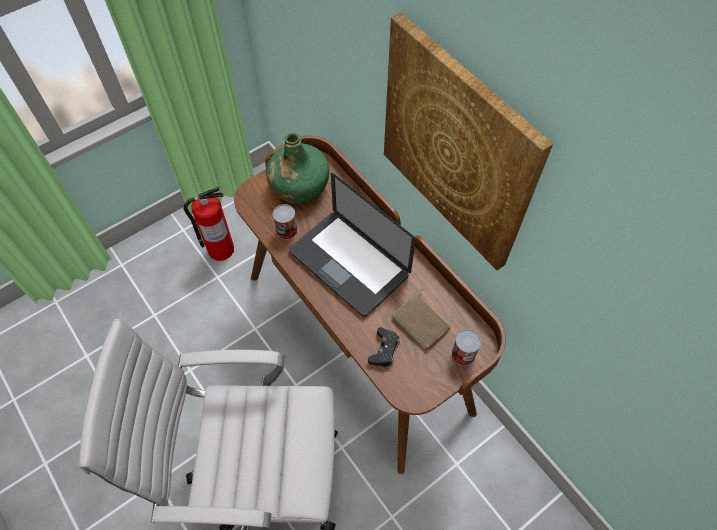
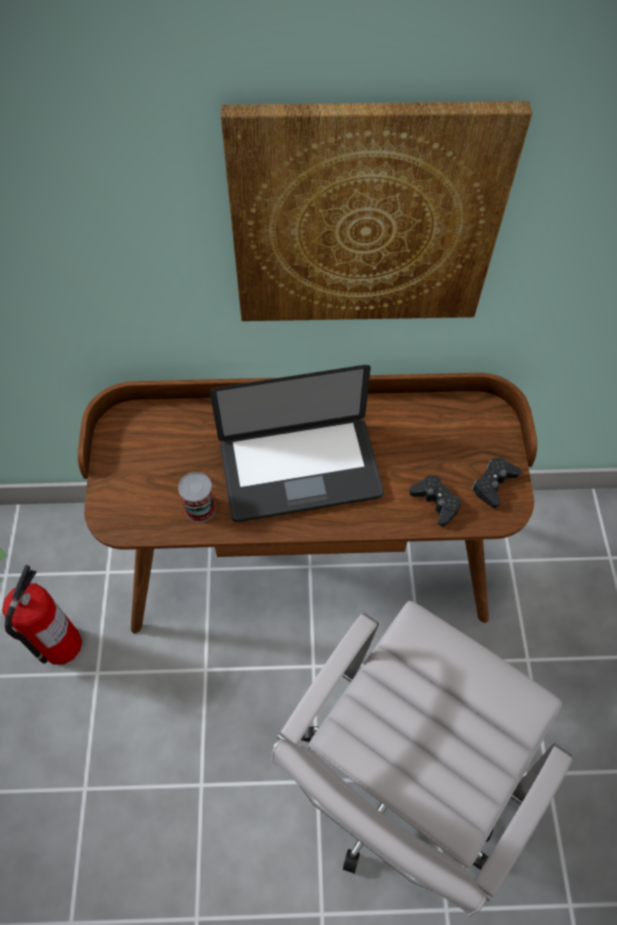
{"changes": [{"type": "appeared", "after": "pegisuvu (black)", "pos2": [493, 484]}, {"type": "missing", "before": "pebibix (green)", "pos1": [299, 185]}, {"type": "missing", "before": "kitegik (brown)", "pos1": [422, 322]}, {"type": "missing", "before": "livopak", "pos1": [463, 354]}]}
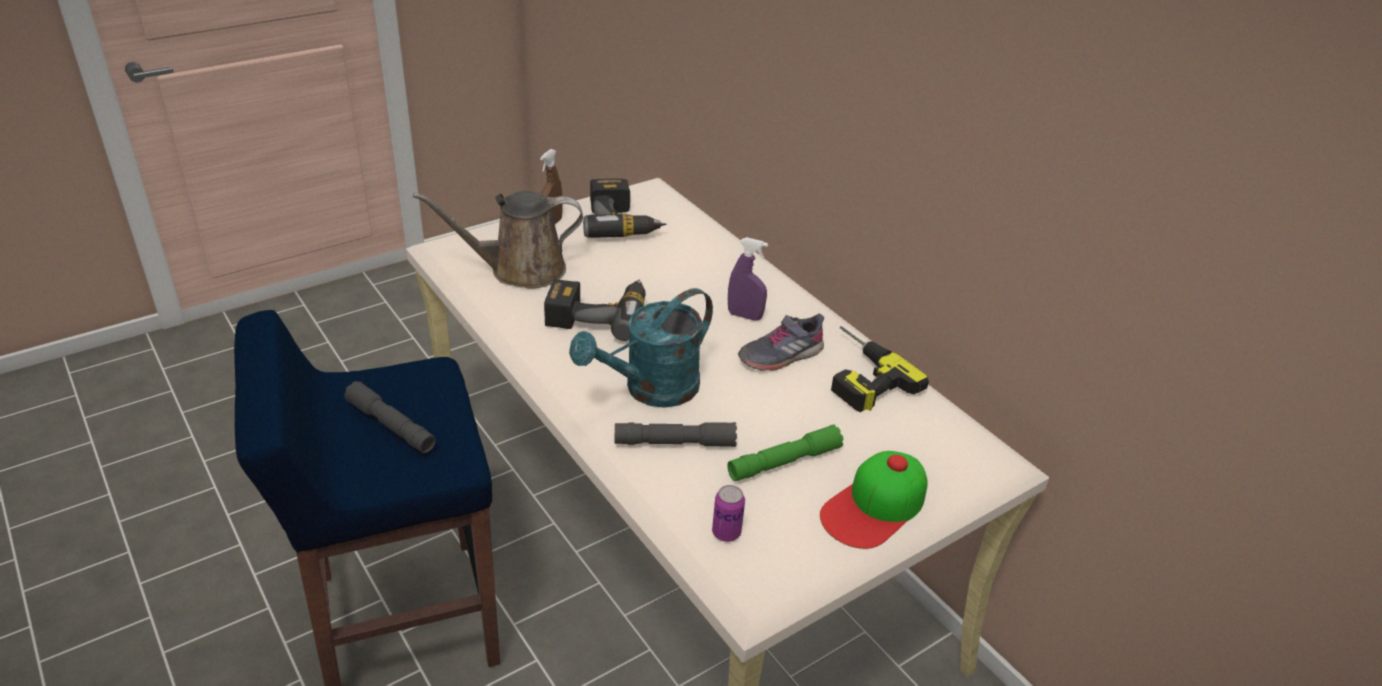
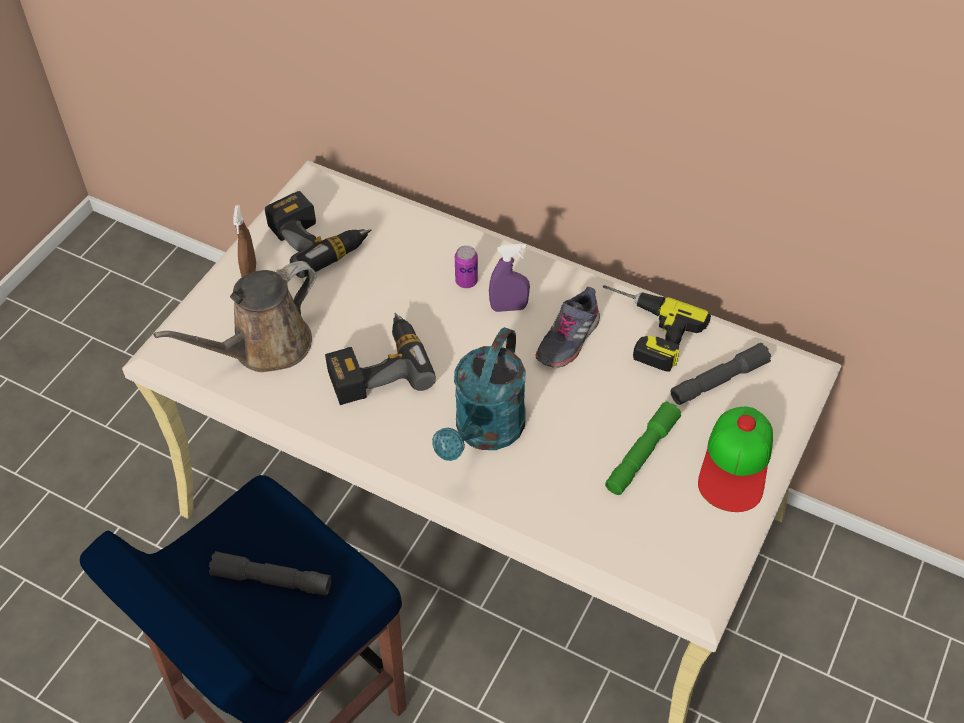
{"changes": [{"type": "relocated", "before": "livopak", "pos1": [726, 532], "pos2": [466, 281]}, {"type": "relocated", "before": "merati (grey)", "pos1": [674, 443], "pos2": [718, 380]}]}
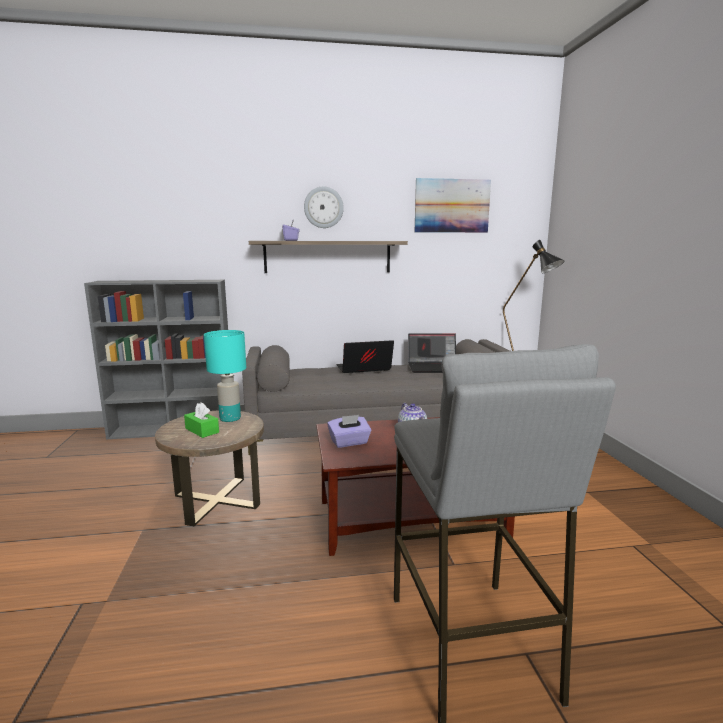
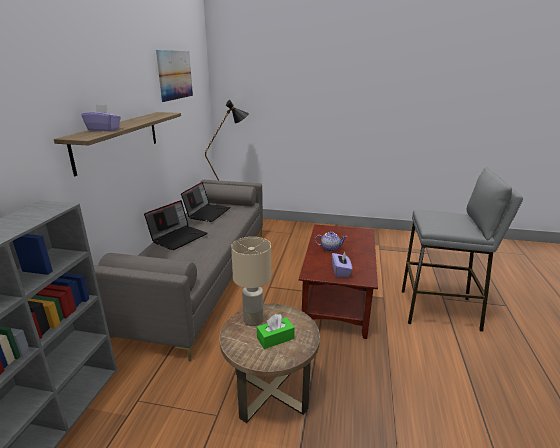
{"changes": [{"type": "spun", "before": "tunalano", "pos1": [363, 369], "pos2": [178, 237], "turn": -150}, {"type": "colour", "before": "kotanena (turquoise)", "after": "kotanena (beige)", "pos1": [230, 418], "pos2": [252, 320]}, {"type": "missing", "before": "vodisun", "pos1": [323, 207]}]}
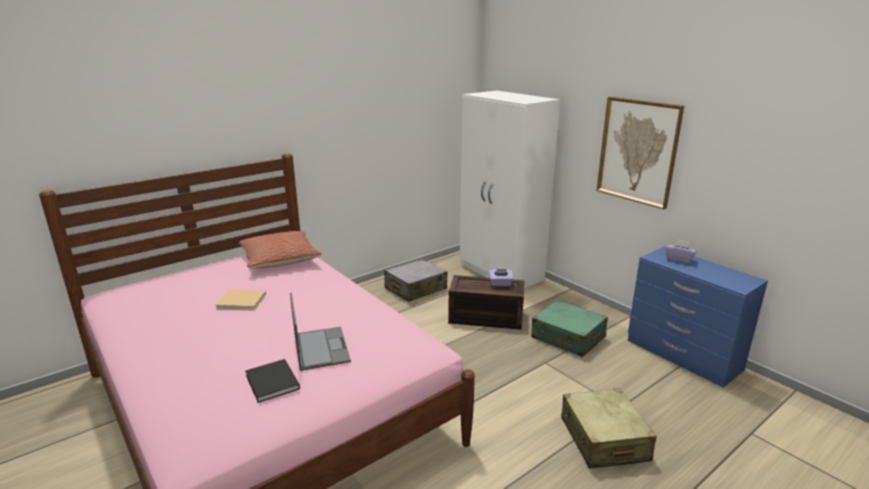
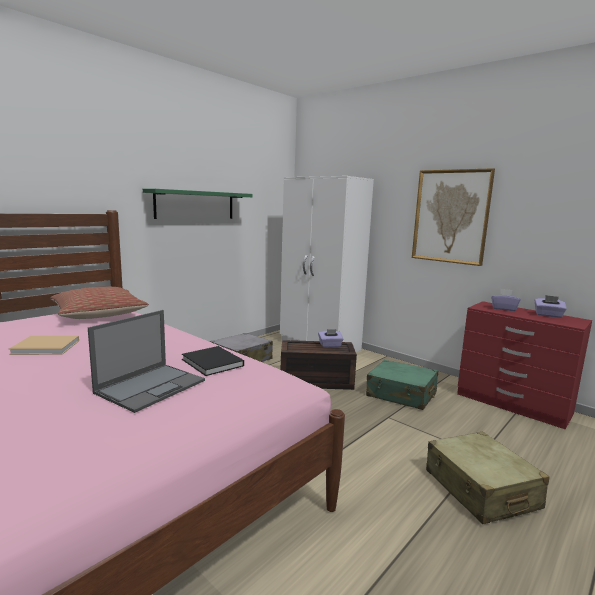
{"changes": [{"type": "spun", "before": "tunalano", "pos1": [321, 348], "pos2": [151, 386], "turn": 60}, {"type": "appeared", "after": "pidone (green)", "pos2": [195, 205]}, {"type": "relocated", "before": "kitegik (black)", "pos1": [273, 383], "pos2": [213, 363]}, {"type": "colour", "before": "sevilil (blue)", "after": "sevilil (red)", "pos1": [683, 355], "pos2": [513, 404]}, {"type": "appeared", "after": "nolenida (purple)", "pos2": [548, 315]}]}
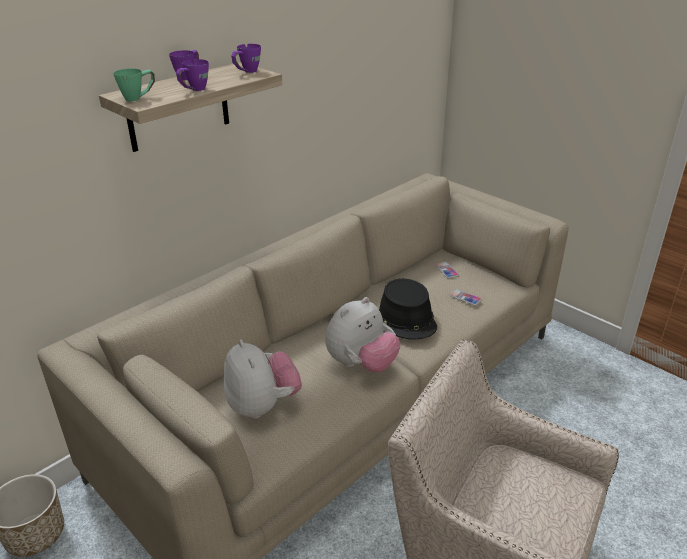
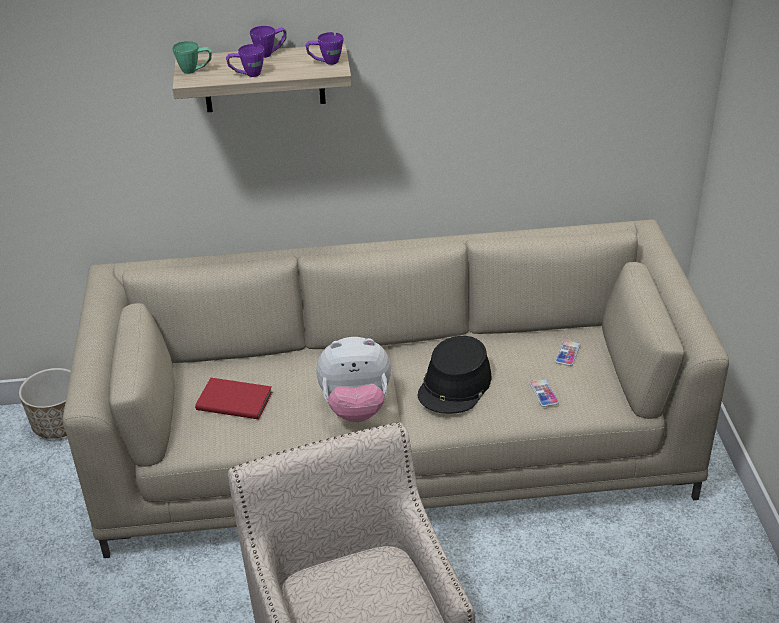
{"changes": [{"type": "exchanged", "before": "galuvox", "after": "kitegik (red)", "pos1": [263, 405], "pos2": [234, 400]}]}
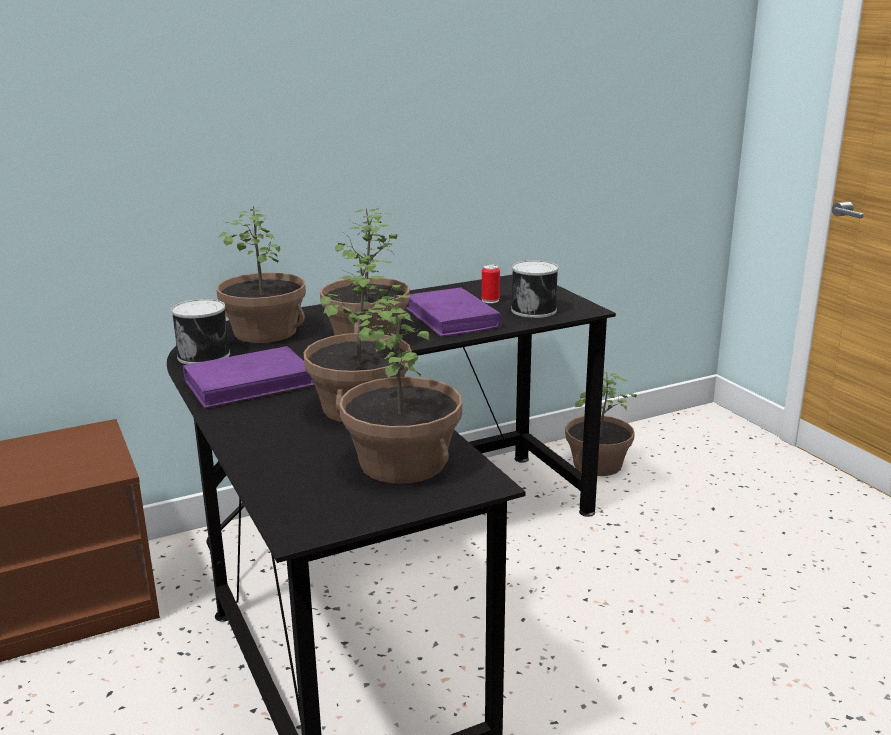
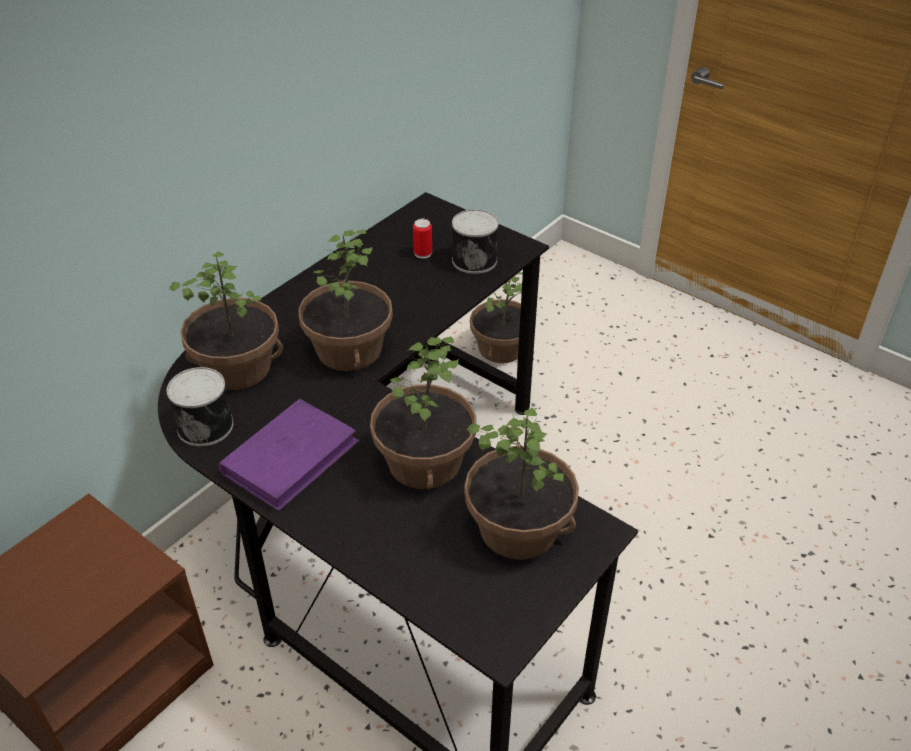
{"changes": [{"type": "missing", "before": "kitegik (purple)", "pos1": [452, 318]}]}
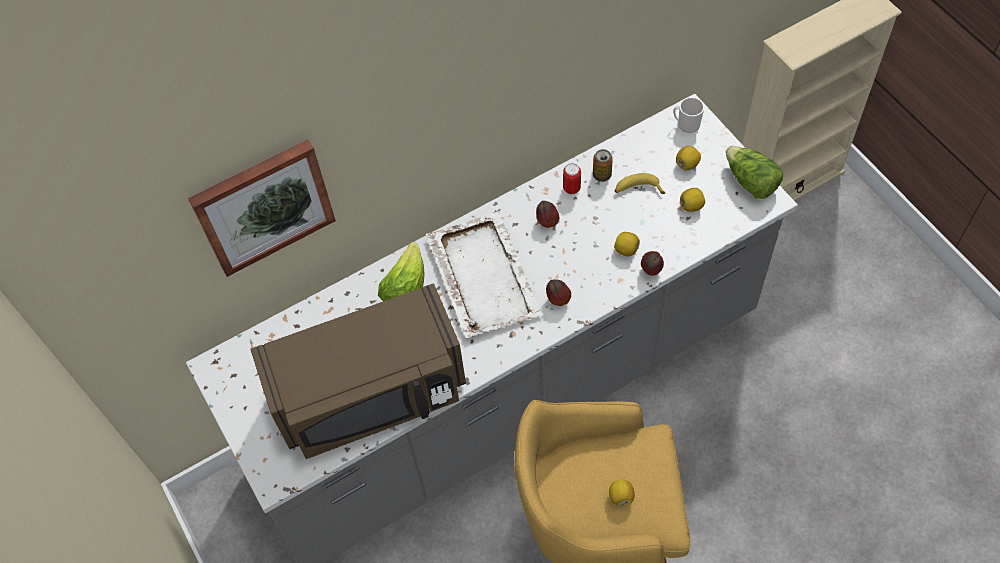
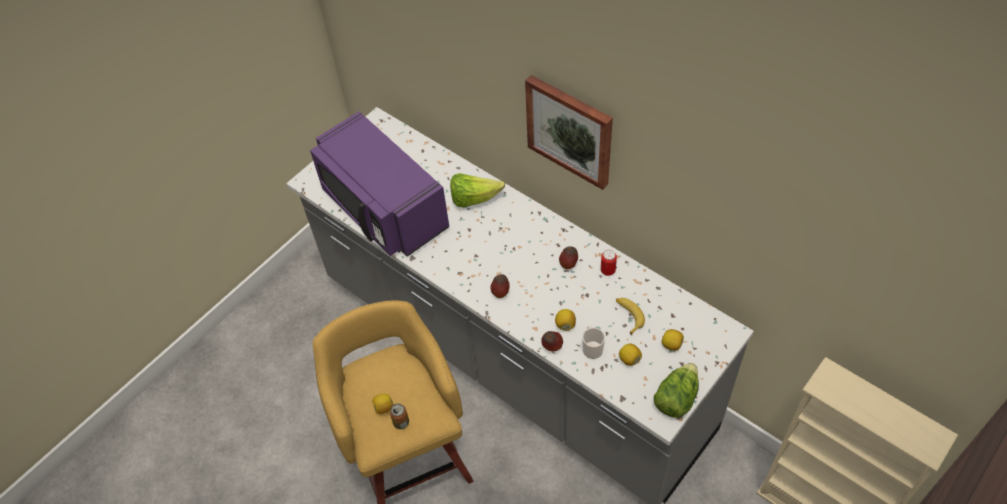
{"changes": [{"type": "colour", "before": "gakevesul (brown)", "after": "gakevesul (purple)", "pos1": [371, 396], "pos2": [383, 209]}, {"type": "relocated", "before": "livopak", "pos1": [602, 175], "pos2": [401, 422]}, {"type": "relocated", "before": "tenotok", "pos1": [263, 206], "pos2": [570, 130]}, {"type": "relocated", "before": "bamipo", "pos1": [686, 124], "pos2": [592, 348]}, {"type": "missing", "before": "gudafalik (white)", "pos1": [483, 275]}]}
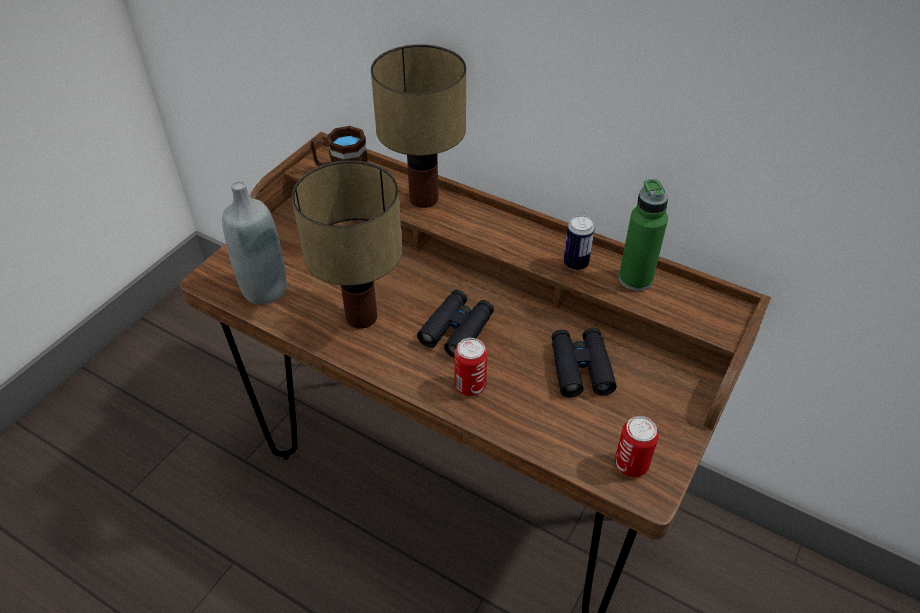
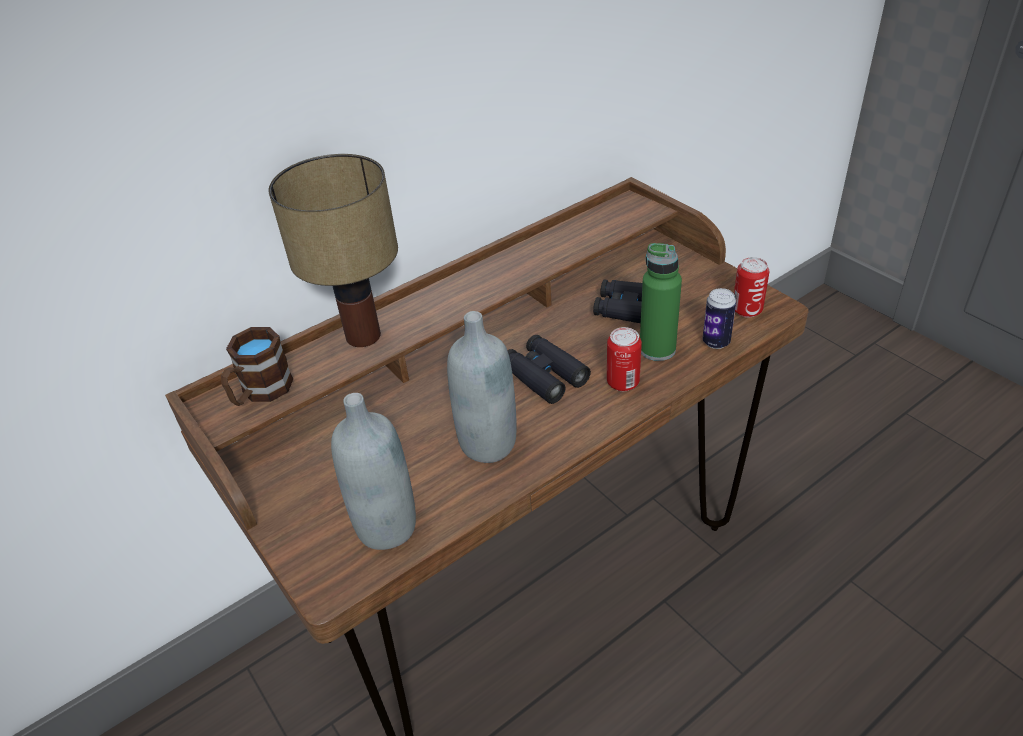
{"changes": [{"type": "exchanged", "before": "kotanena", "after": "pebibix (grey)", "pos1": [362, 318], "pos2": [488, 444]}, {"type": "relocated", "before": "pebibix (green)", "pos1": [635, 279], "pos2": [657, 349]}, {"type": "relocated", "before": "livopak", "pos1": [575, 264], "pos2": [716, 342]}]}
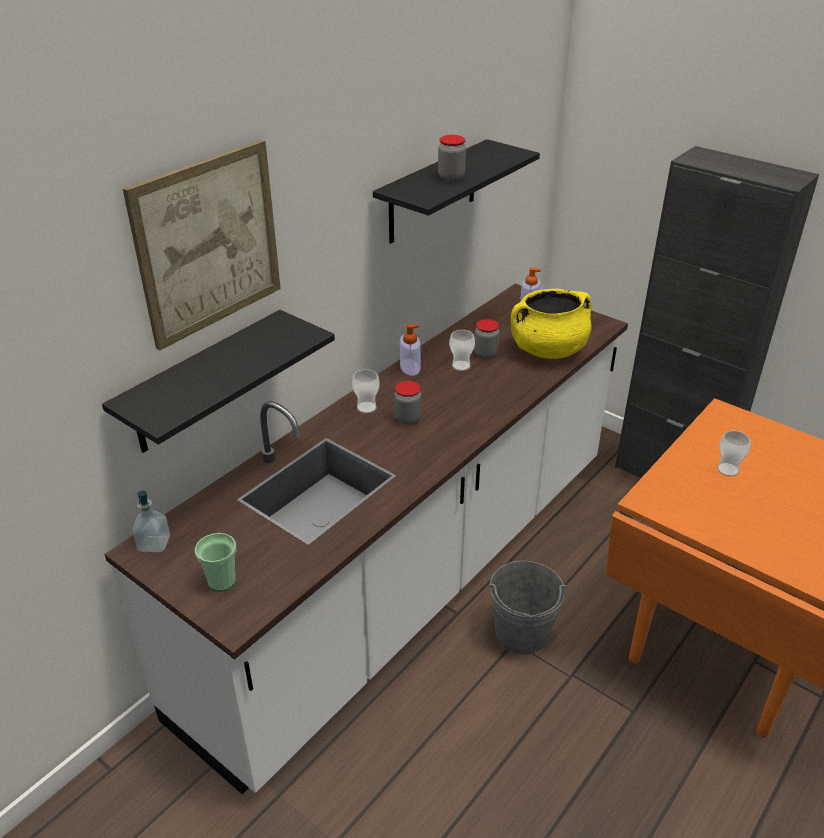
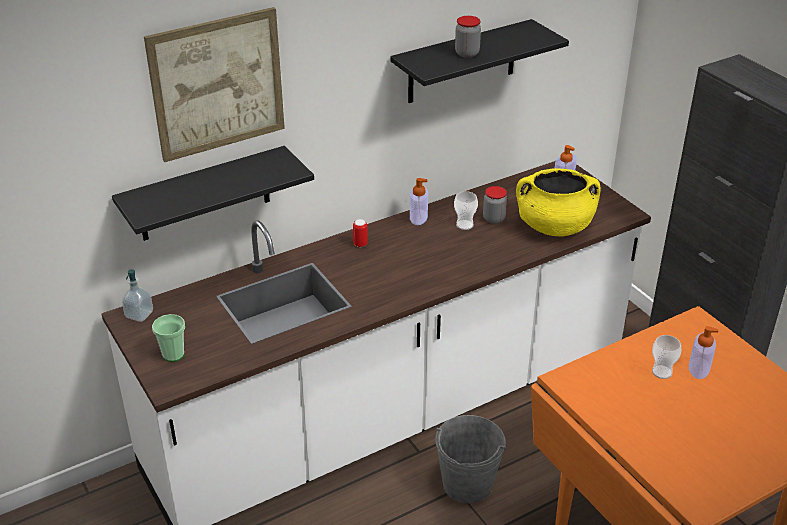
{"changes": [{"type": "exchanged", "before": "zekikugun", "after": "livopak", "pos1": [366, 407], "pos2": [360, 244]}, {"type": "appeared", "after": "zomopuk", "pos2": [699, 368]}, {"type": "missing", "before": "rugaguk", "pos1": [407, 419]}]}
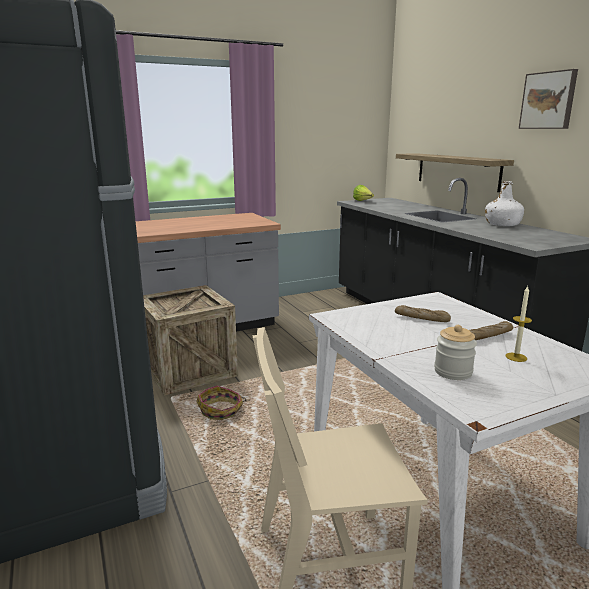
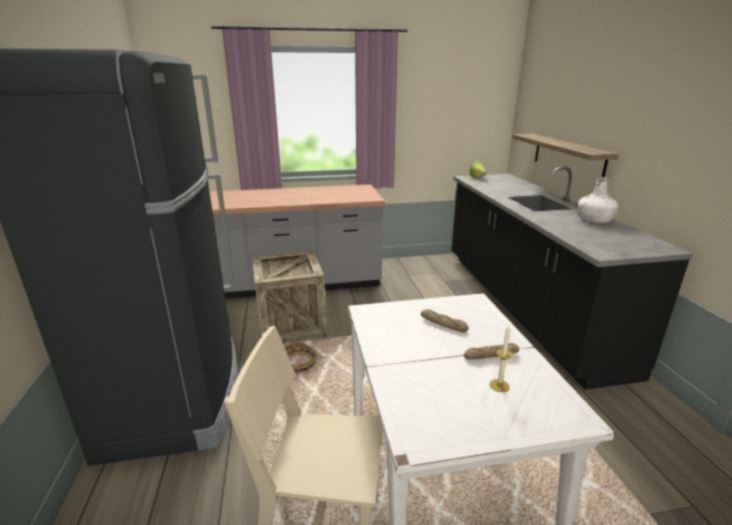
{"changes": [{"type": "missing", "before": "rugaguk", "pos1": [453, 372]}, {"type": "missing", "before": "tenotok", "pos1": [548, 100]}]}
